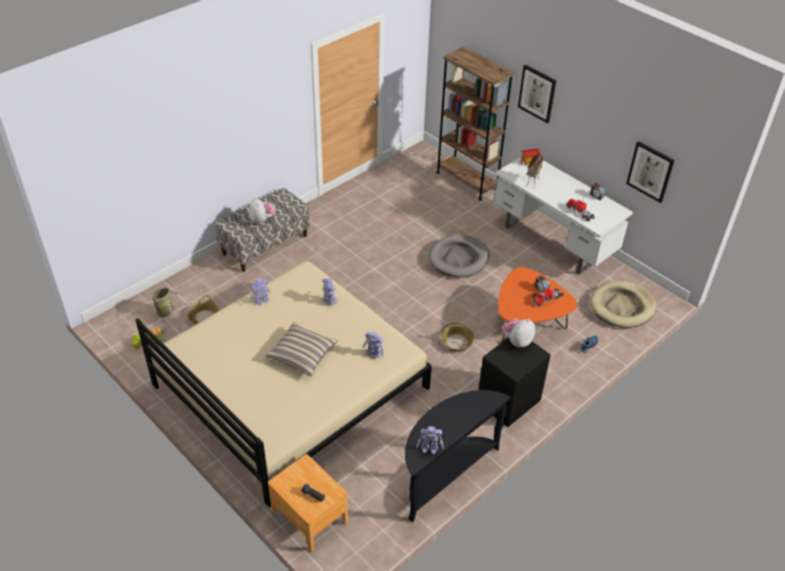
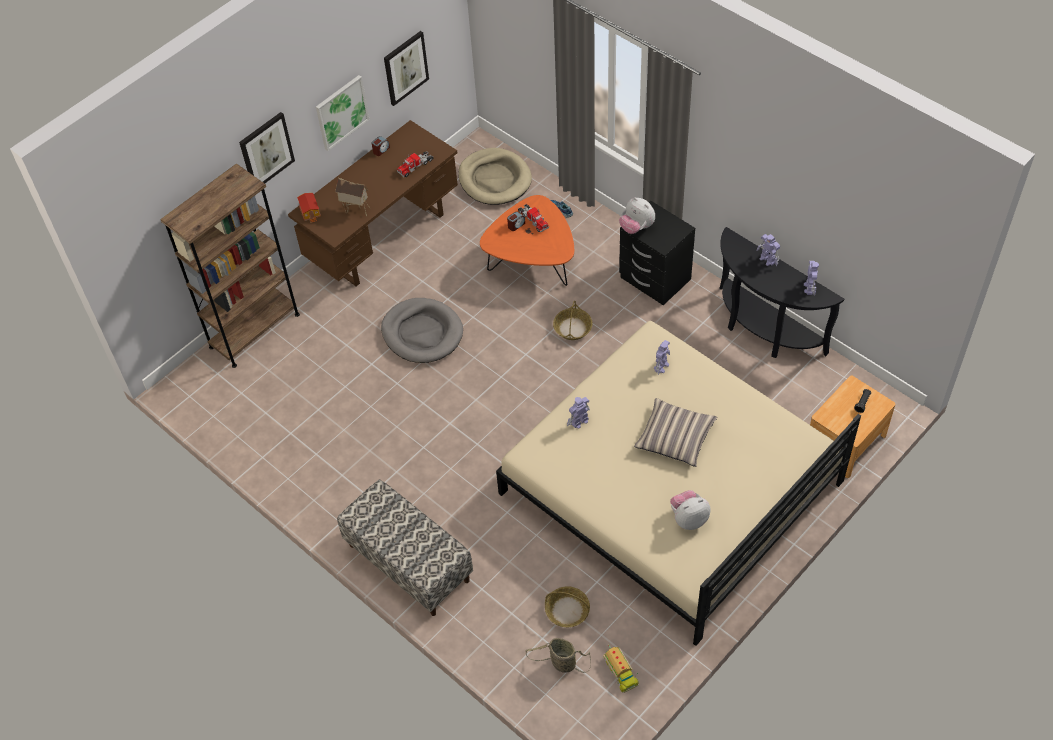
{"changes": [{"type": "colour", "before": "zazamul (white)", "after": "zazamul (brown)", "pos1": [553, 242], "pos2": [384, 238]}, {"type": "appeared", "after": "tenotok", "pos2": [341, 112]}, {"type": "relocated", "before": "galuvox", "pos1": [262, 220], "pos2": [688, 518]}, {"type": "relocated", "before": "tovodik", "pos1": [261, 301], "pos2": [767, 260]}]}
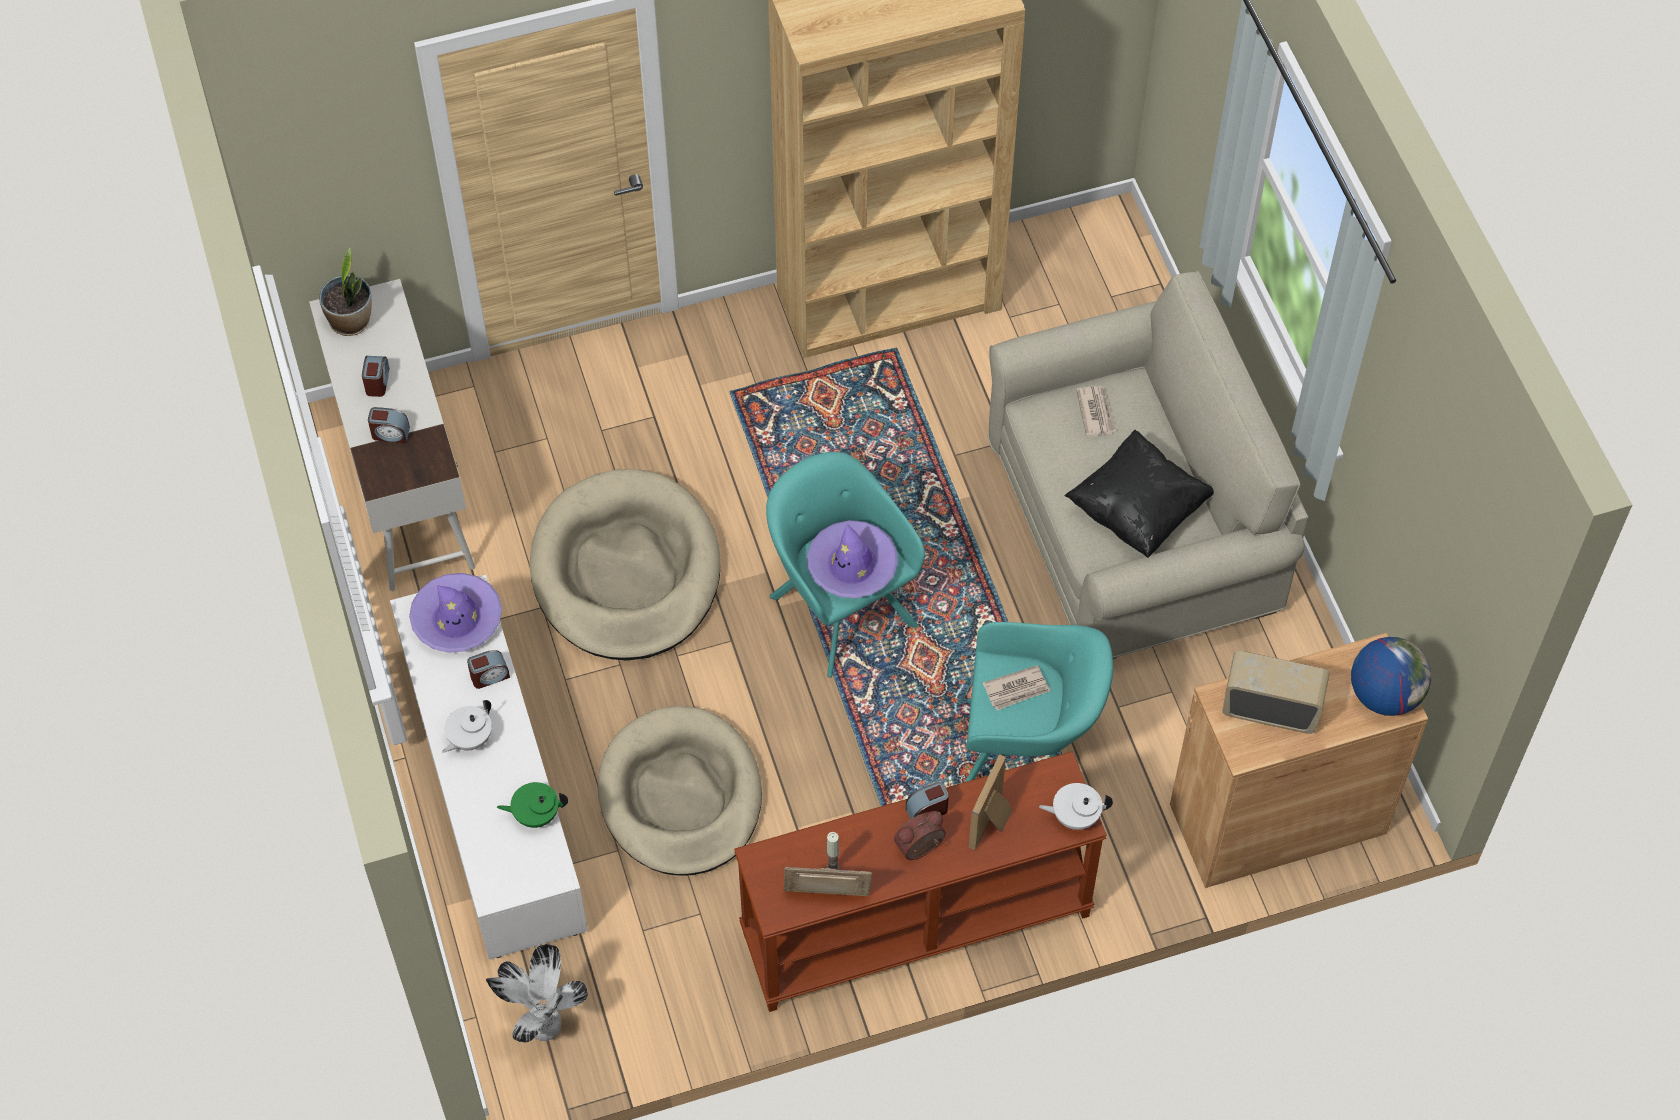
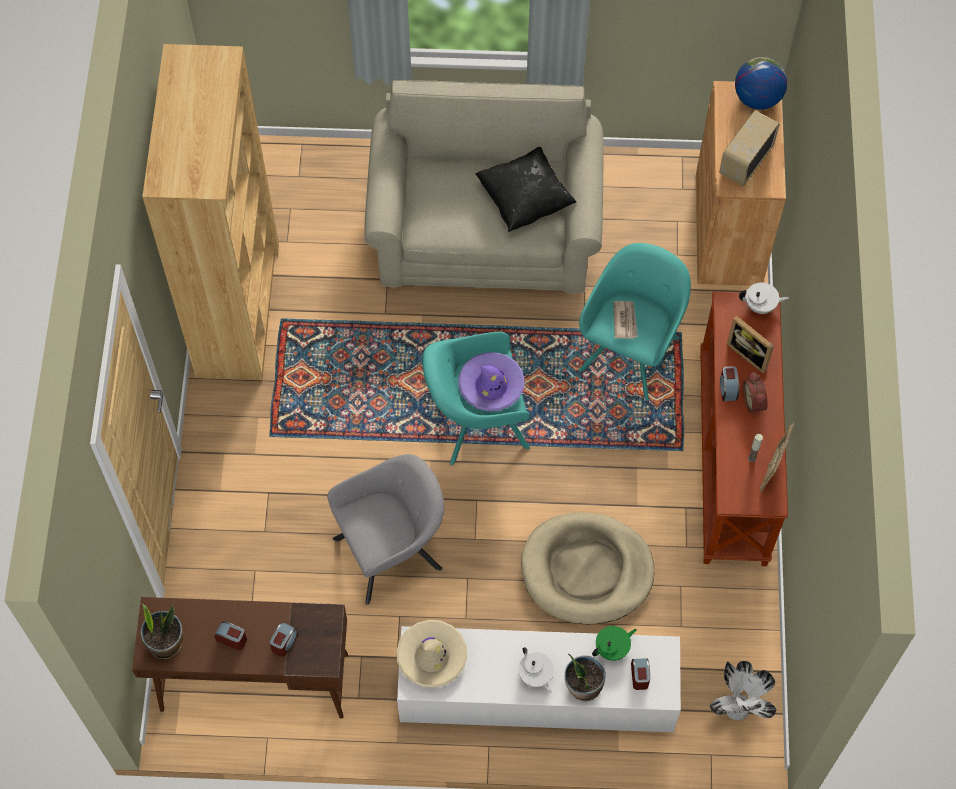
{"changes": [{"type": "colour", "before": "zazamul (white)", "after": "zazamul (brown)", "pos1": [405, 485], "pos2": [253, 682]}, {"type": "exchanged", "before": "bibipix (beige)", "after": "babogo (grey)", "pos1": [626, 571], "pos2": [392, 551]}, {"type": "colour", "before": "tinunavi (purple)", "after": "tinunavi (beige)", "pos1": [457, 619], "pos2": [432, 656]}, {"type": "appeared", "after": "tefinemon", "pos2": [583, 686]}, {"type": "spun", "before": "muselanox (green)", "pos1": [535, 814], "pos2": [612, 648], "turn": -135}, {"type": "relocated", "before": "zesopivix", "pos1": [489, 676], "pos2": [640, 676]}, {"type": "spun", "before": "muselanox (white)", "pos1": [1075, 816], "pos2": [760, 306], "turn": -105}, {"type": "missing", "before": "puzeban", "pos1": [1096, 412]}]}
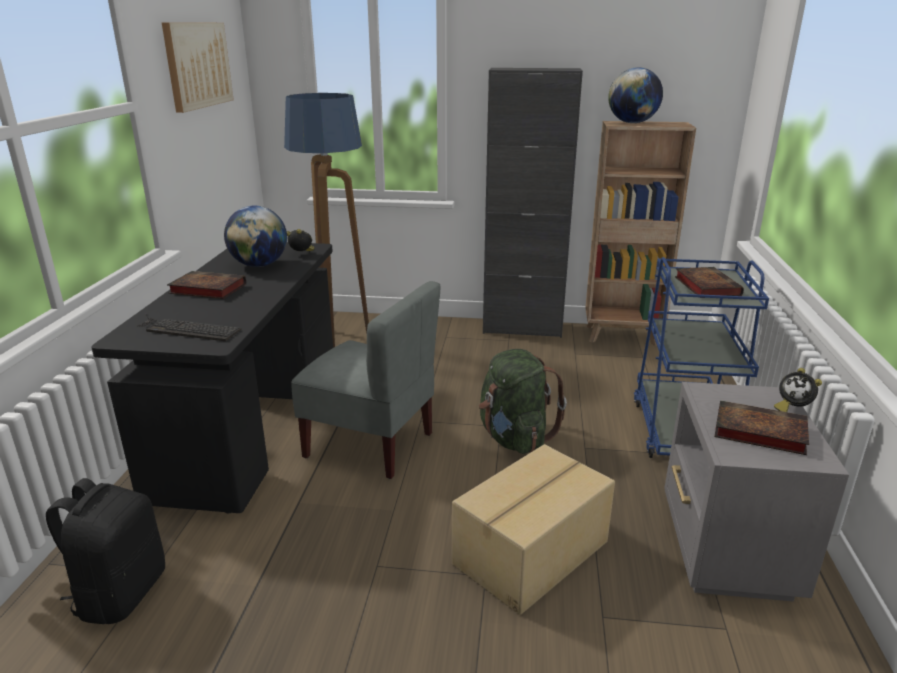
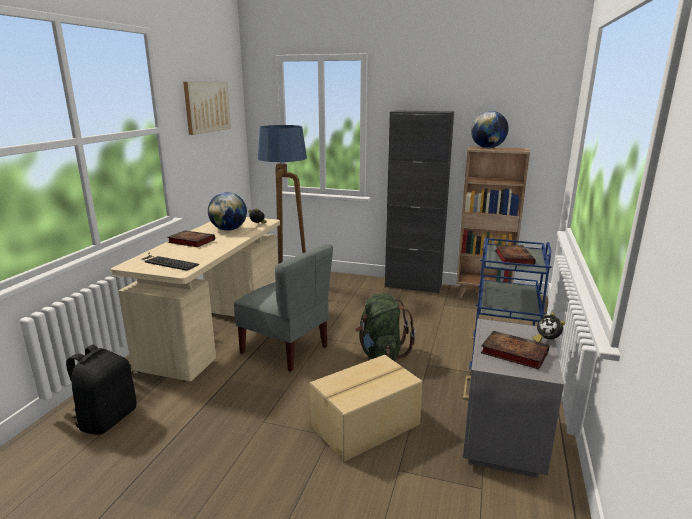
{"changes": [{"type": "colour", "before": "zazamul (black)", "after": "zazamul (beige)", "pos1": [253, 425], "pos2": [216, 331]}]}
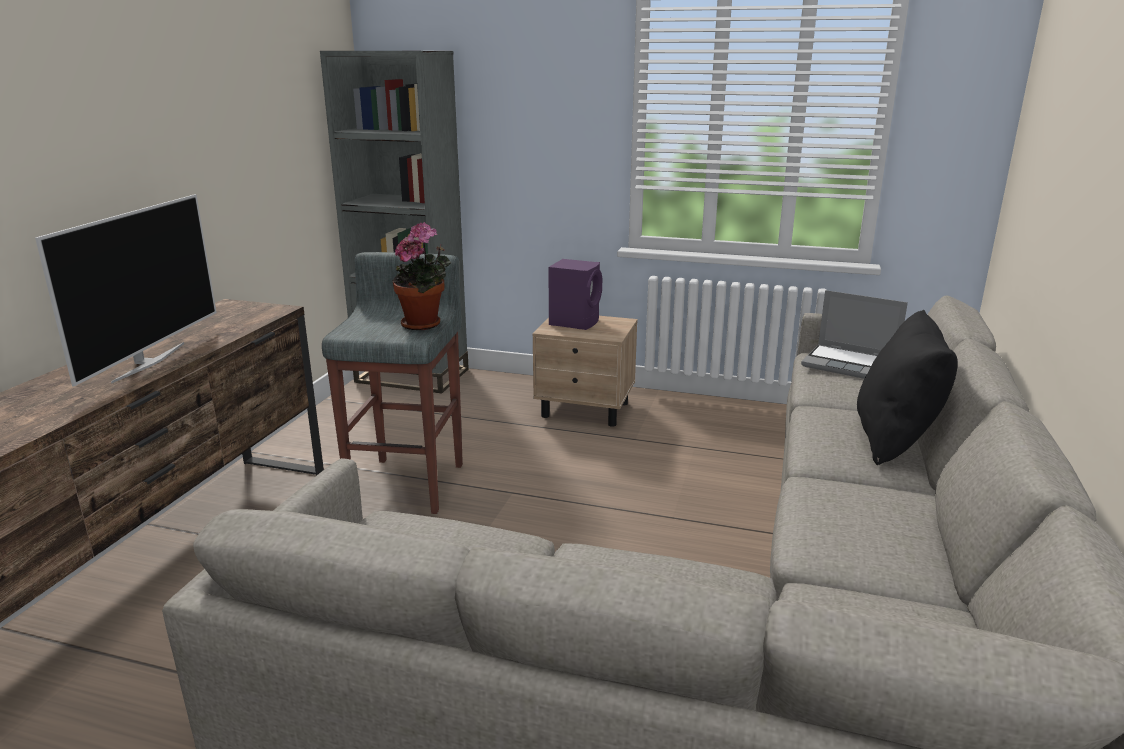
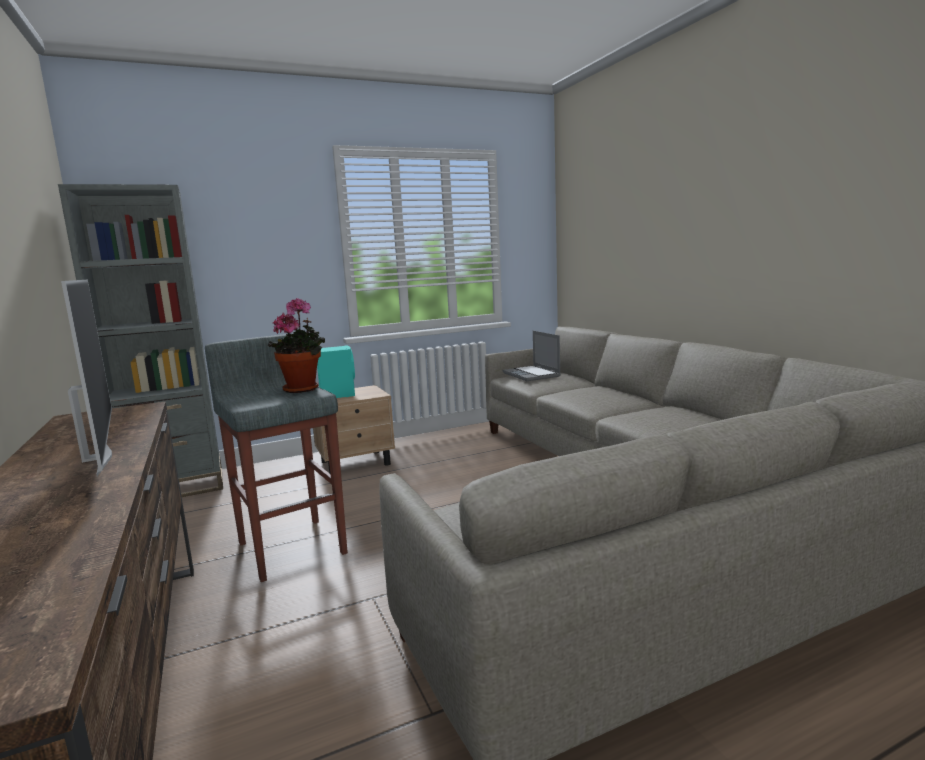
{"changes": [{"type": "colour", "before": "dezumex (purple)", "after": "dezumex (turquoise)", "pos1": [575, 322], "pos2": [337, 394]}, {"type": "spun", "before": "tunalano", "pos1": [851, 365], "pos2": [532, 375], "turn": 75}, {"type": "missing", "before": "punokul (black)", "pos1": [894, 440]}]}
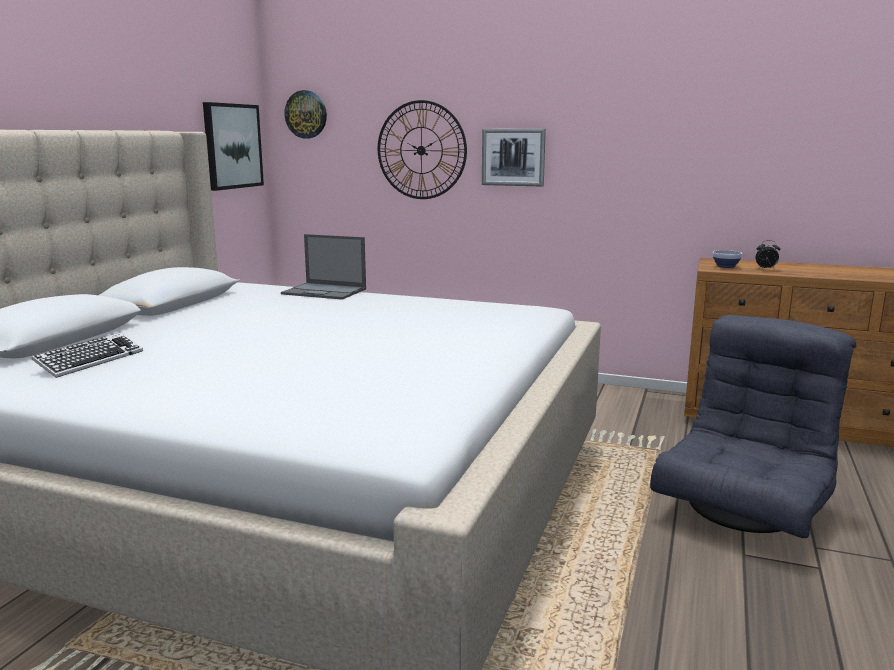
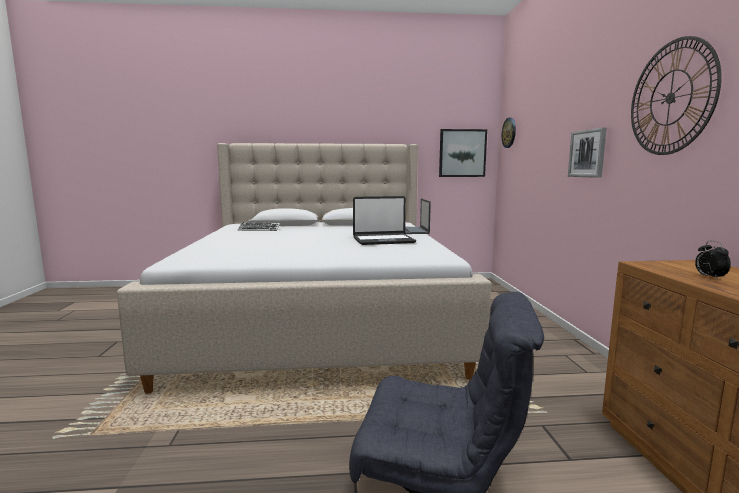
{"changes": [{"type": "appeared", "after": "tunalano", "pos2": [383, 240]}, {"type": "relocated", "before": "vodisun", "pos1": [421, 150], "pos2": [670, 98]}, {"type": "missing", "before": "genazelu", "pos1": [725, 266]}]}
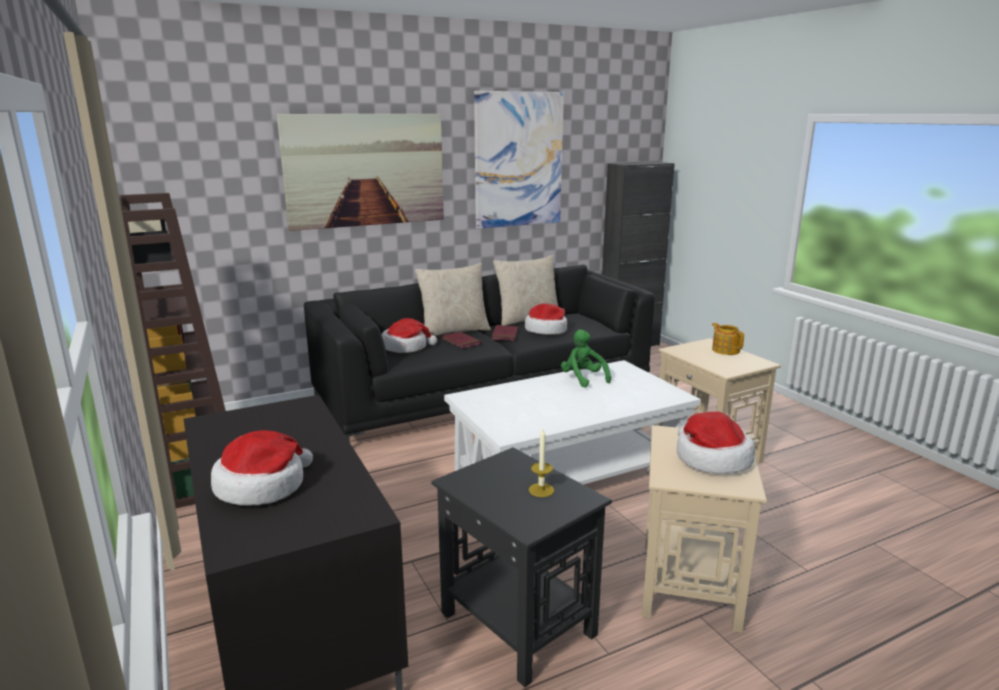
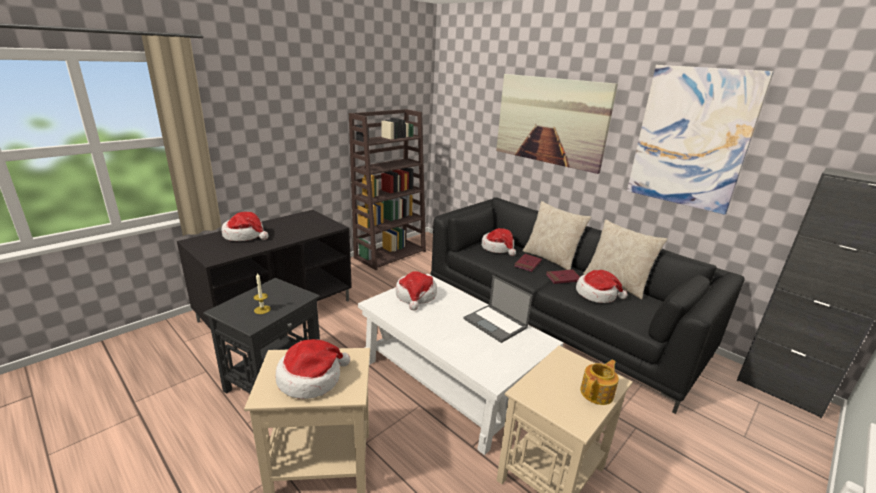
{"changes": [{"type": "appeared", "after": "tinunavi", "pos2": [416, 296]}, {"type": "exchanged", "before": "galuvox (green)", "after": "tunalano", "pos1": [583, 379], "pos2": [496, 323]}]}
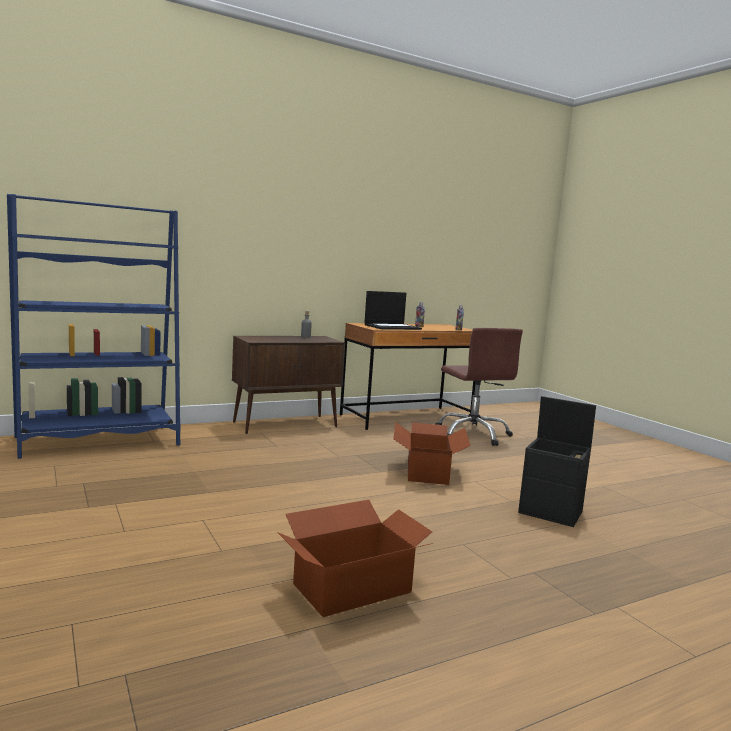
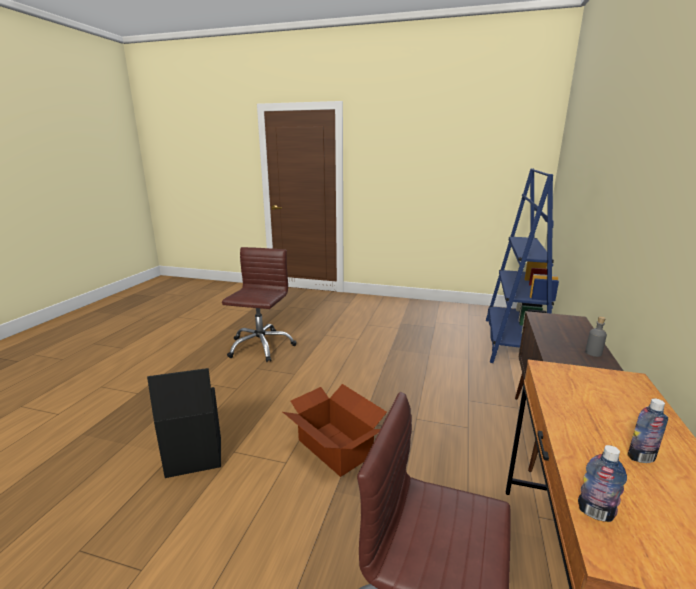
{"changes": [{"type": "exchanged", "before": "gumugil", "after": "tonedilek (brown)", "pos1": [350, 588], "pos2": [260, 346]}, {"type": "missing", "before": "tunalano", "pos1": [392, 327]}]}
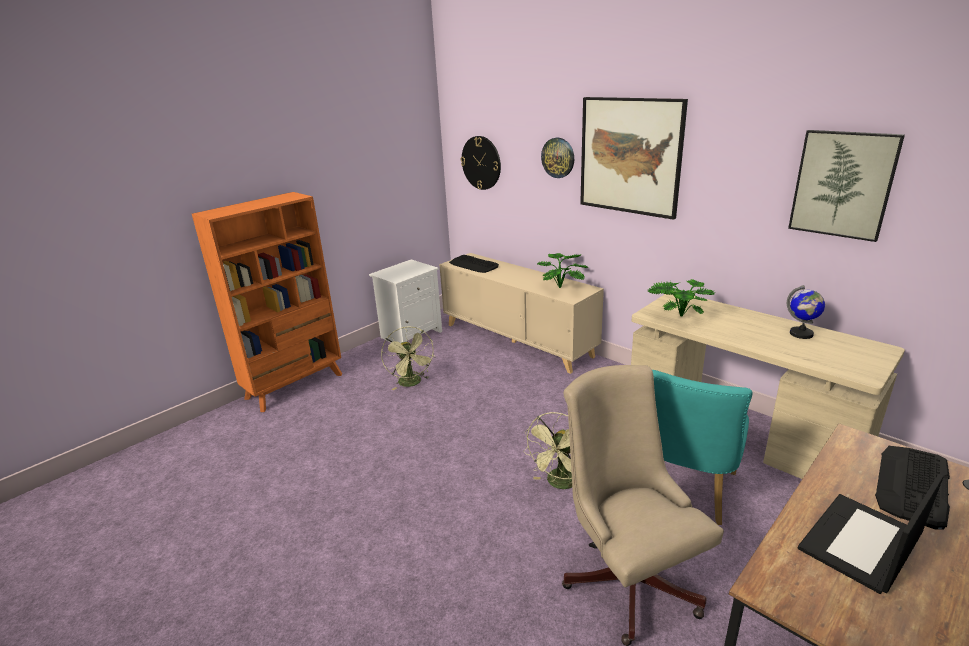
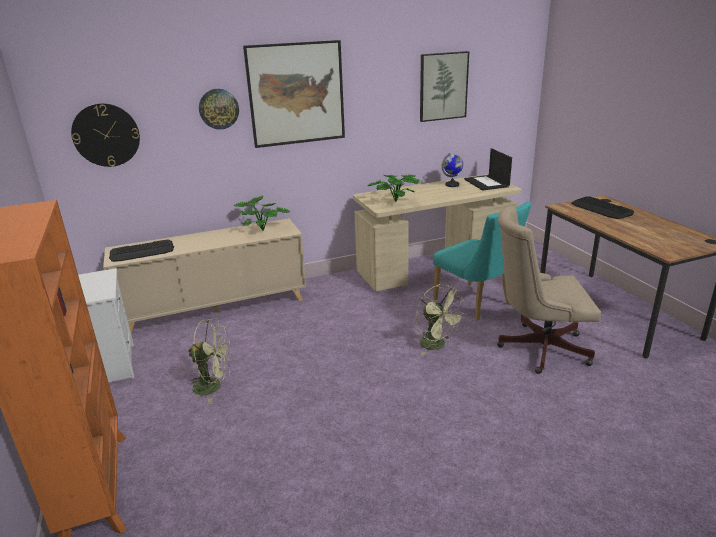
{"changes": [{"type": "relocated", "before": "tunalano", "pos1": [861, 543], "pos2": [487, 183]}]}
